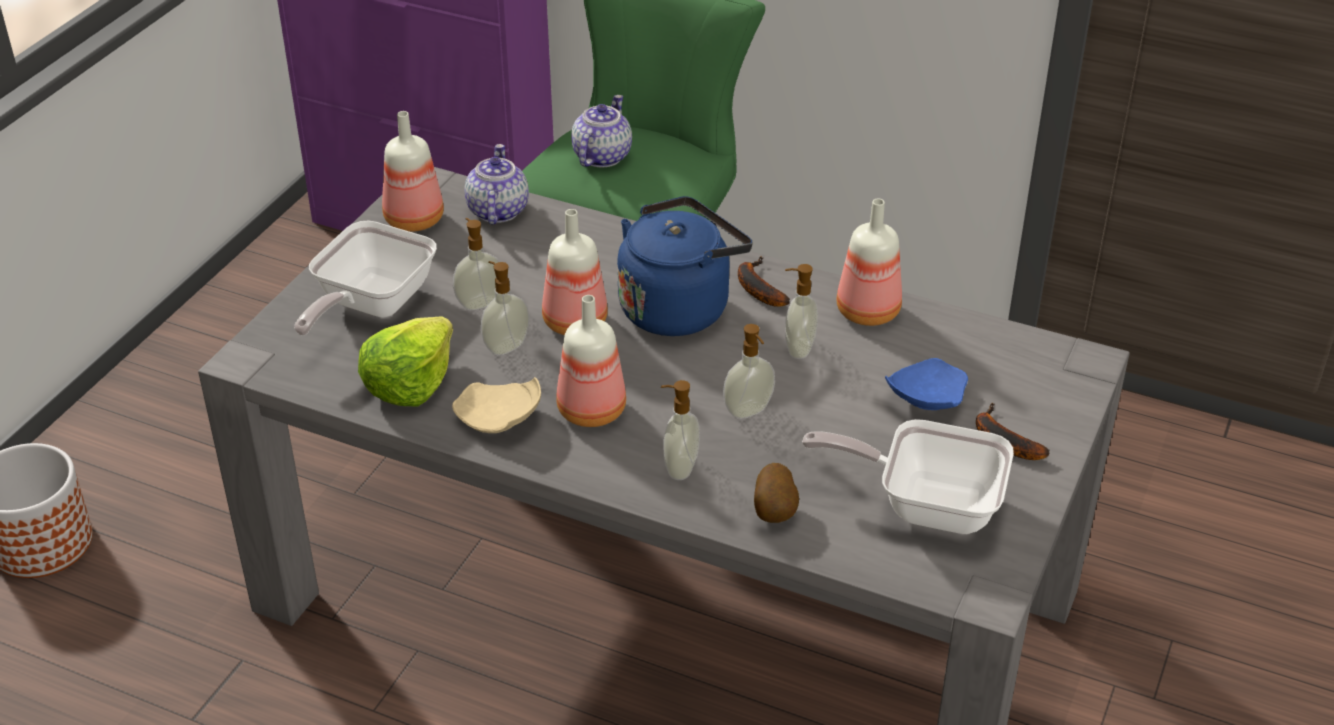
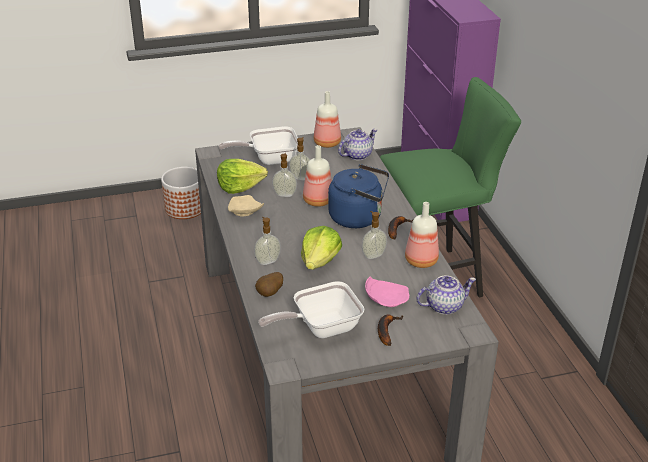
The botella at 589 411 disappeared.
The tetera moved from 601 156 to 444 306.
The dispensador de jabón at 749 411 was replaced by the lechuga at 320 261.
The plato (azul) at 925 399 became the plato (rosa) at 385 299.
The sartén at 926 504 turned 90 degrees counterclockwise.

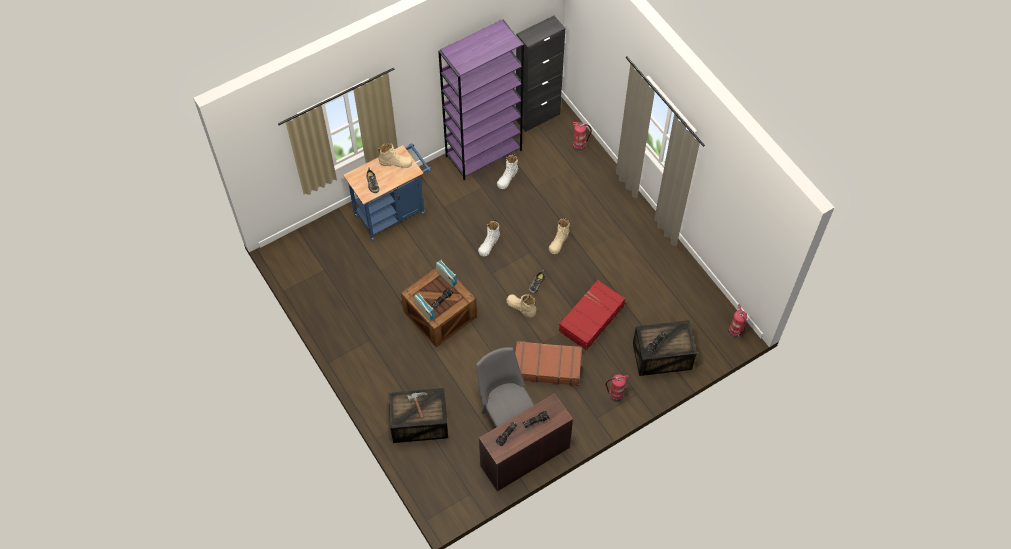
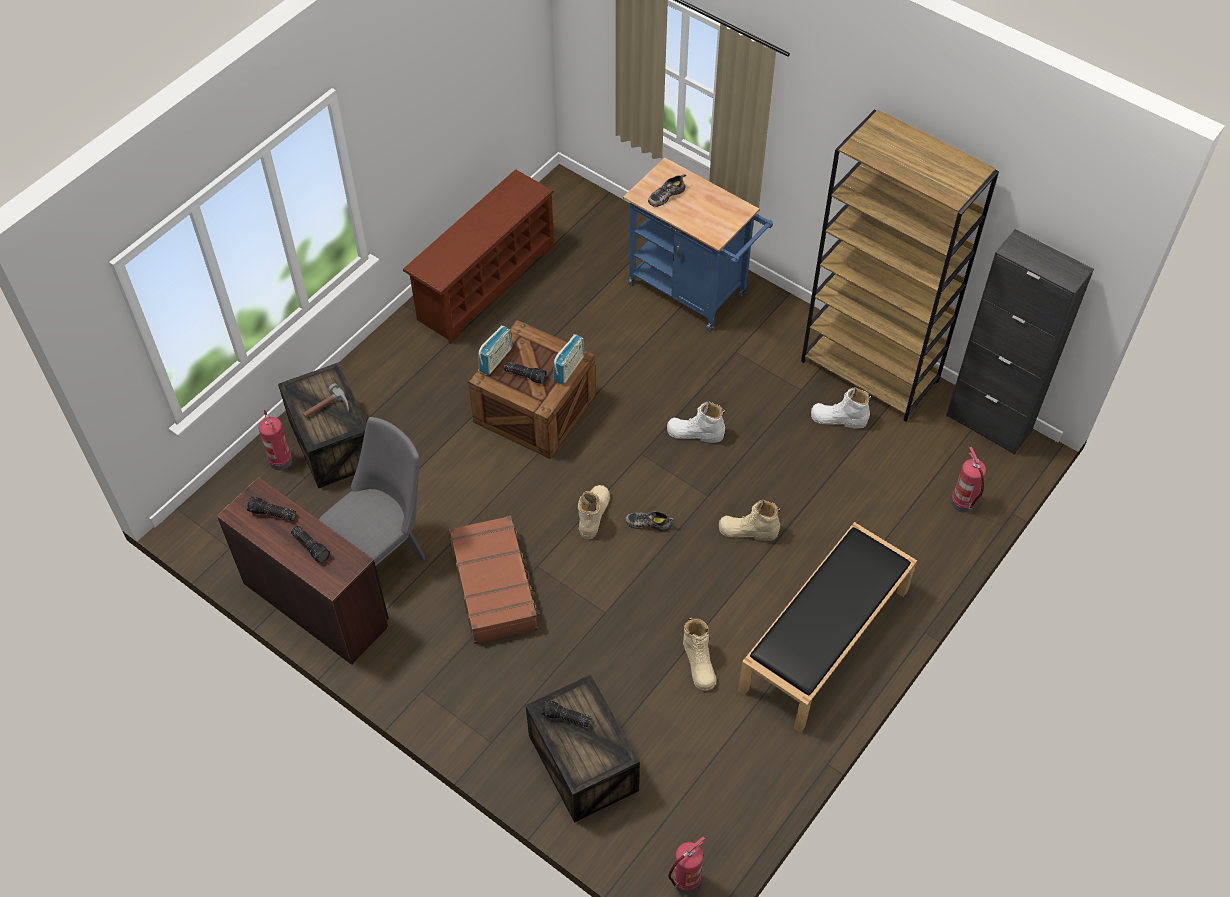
The maleta (rojo) at 590 318 disappeared.
The zapatero (marrón) at 485 282 appeared.
The banco (negro) at 824 641 appeared.
The bota (beis) moved from 396 162 to 699 663.
The extintor moved from 615 396 to 280 460.
The estantería (morado) at 484 152 became the estantería (marrón) at 870 371.

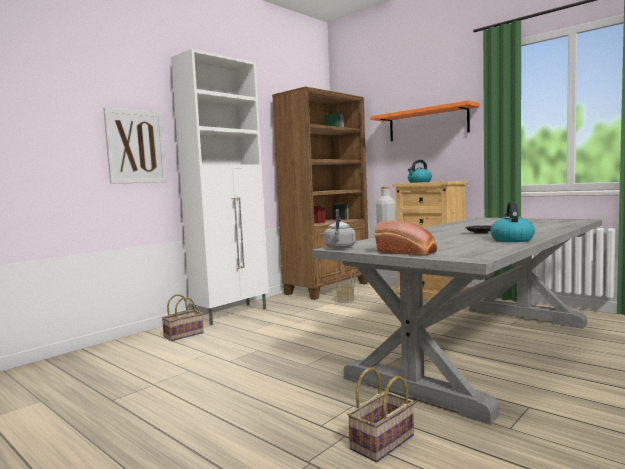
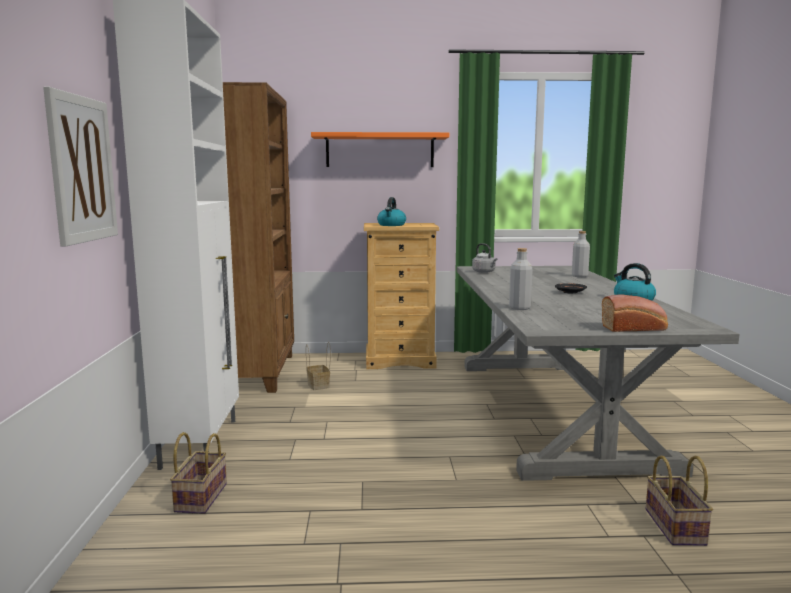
The botella (gris) at 579 276 appeared.
The hervidor (gris) moved from 340 248 to 484 272.

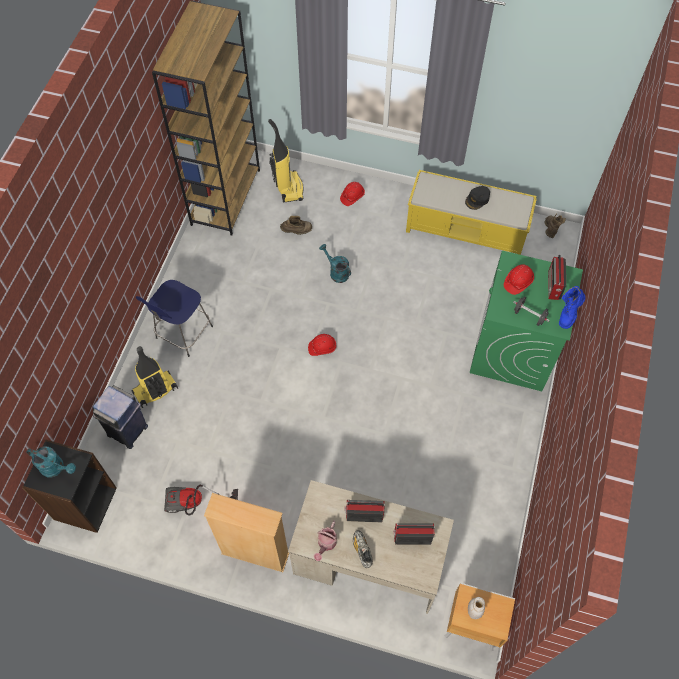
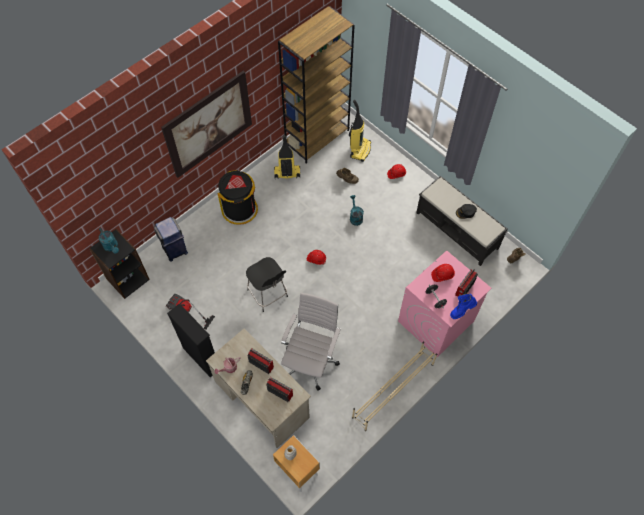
The cuadro at 208 124 appeared.
The taburete (negro) at 268 294 appeared.
The silla de oficina (blanco) at 311 361 appeared.
The zapatero (beis) at 392 390 appeared.
The aspiradora moved from 155 391 to 287 174.
The taburete (azul) at 183 333 was replaced by the papelera (negro) at 240 209.
The estantería (beis) at 255 553 became the estantería (negro) at 201 358.
The banco (amarillo) at 467 230 became the banco (negro) at 457 230.
The lavadora (verde) at 512 350 became the lavadora (rosa) at 436 321.

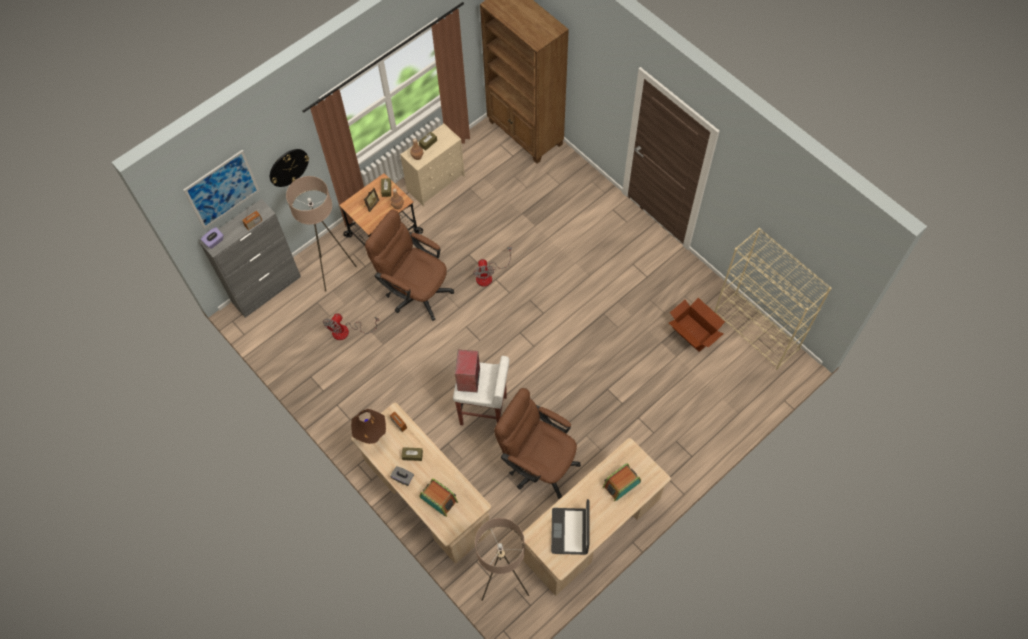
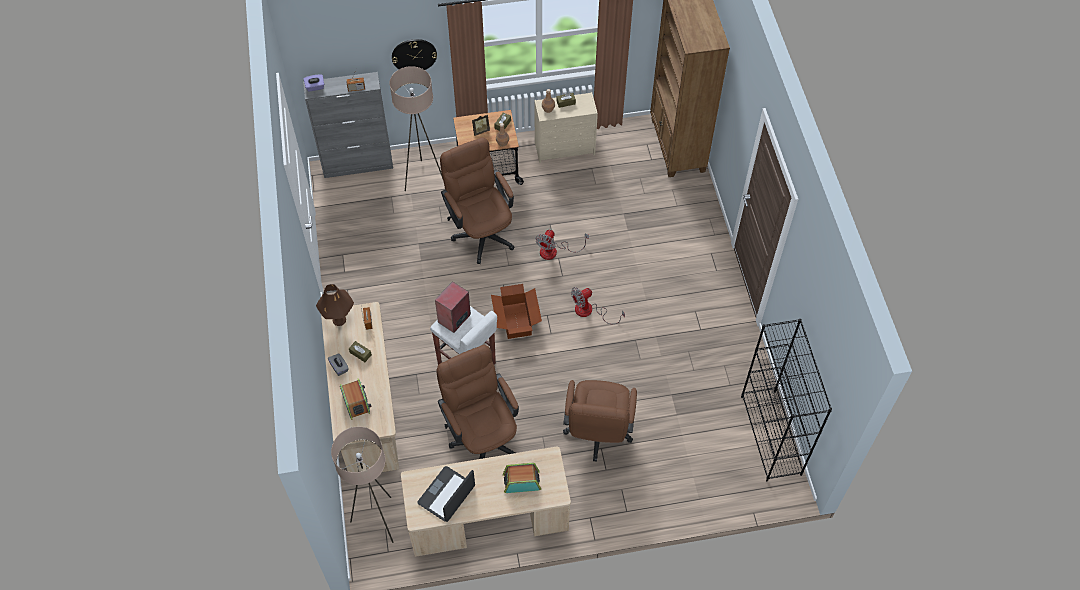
The cuadro at 222 189 disappeared.
The silla de oficina (marrón) at 597 434 appeared.
The ventilador moved from 347 331 to 590 311.
The caja de cartón moved from 693 332 to 517 320.
The estantería (beis) at 756 332 became the estantería (negro) at 771 435.

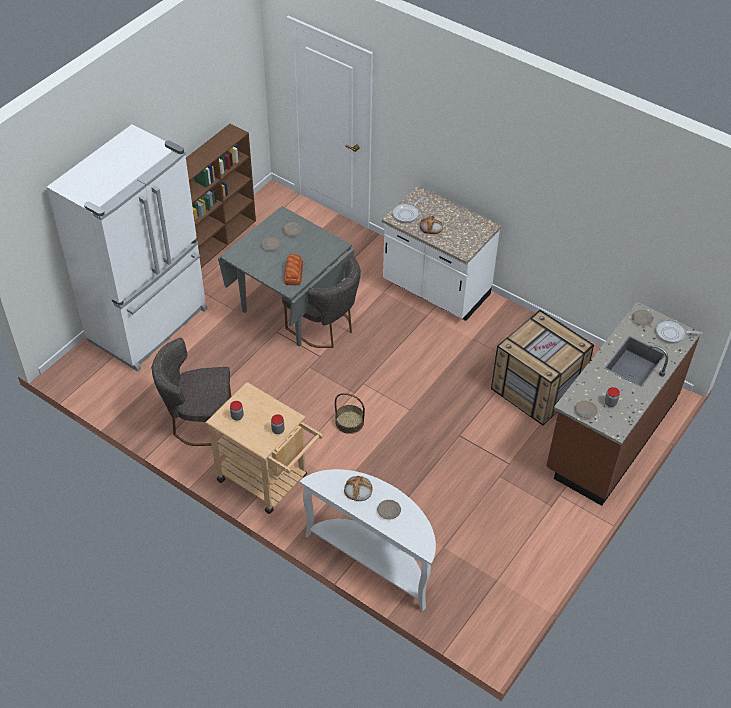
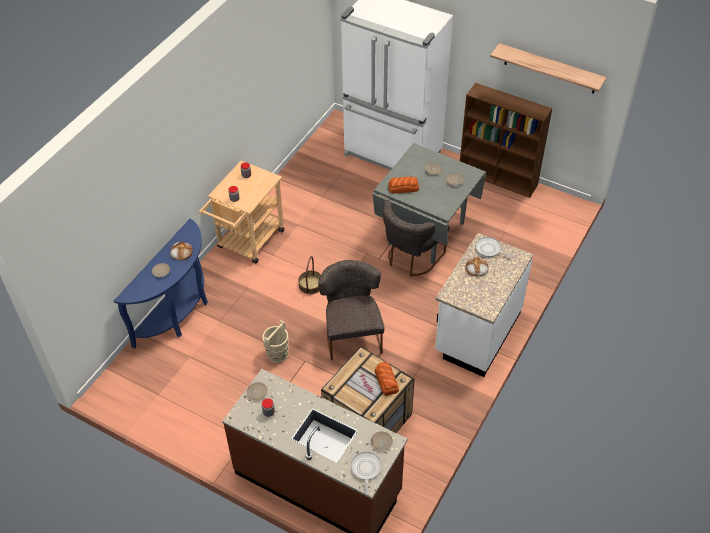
The cubo (beis) at 277 354 appeared.
The pan at 386 380 appeared.
The estante at 550 69 appeared.
The silla (gris) moved from 199 422 to 352 335.
The mesa consola (blanco) at 374 559 became the mesa consola (azul) at 178 313.

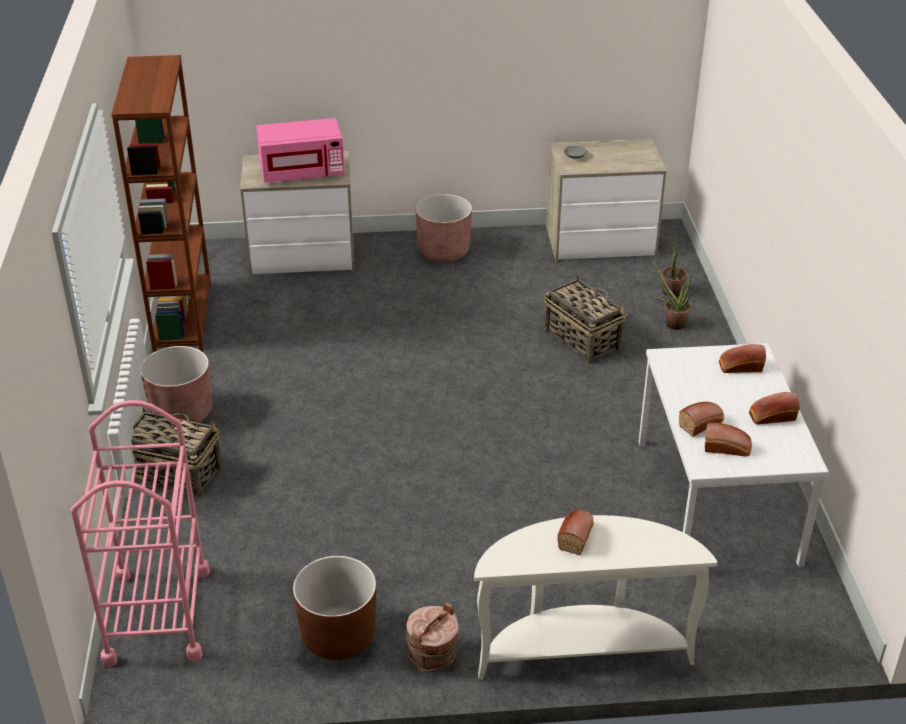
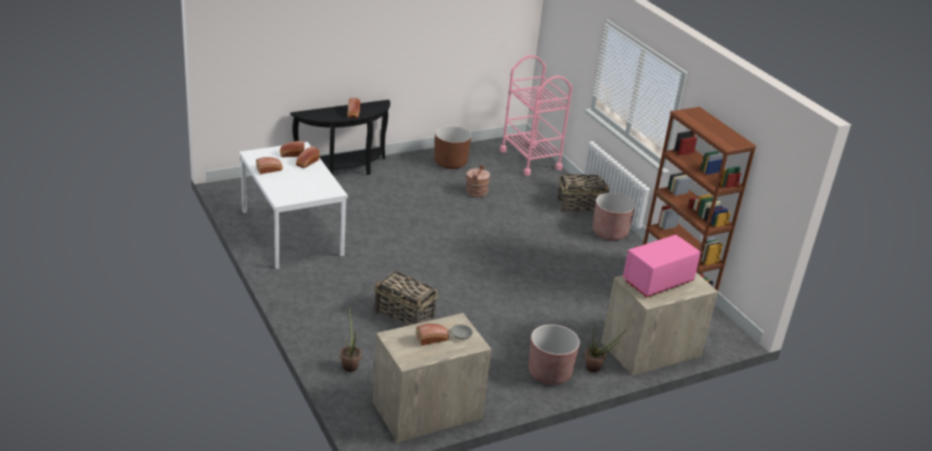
The cubo (marrón) moved from 433 656 to 476 192.
The planta en maceta moved from 671 323 to 596 368.
The pan moved from 739 367 to 432 339.
The mesa consola (blanco) at 582 649 became the mesa consola (negro) at 344 171.

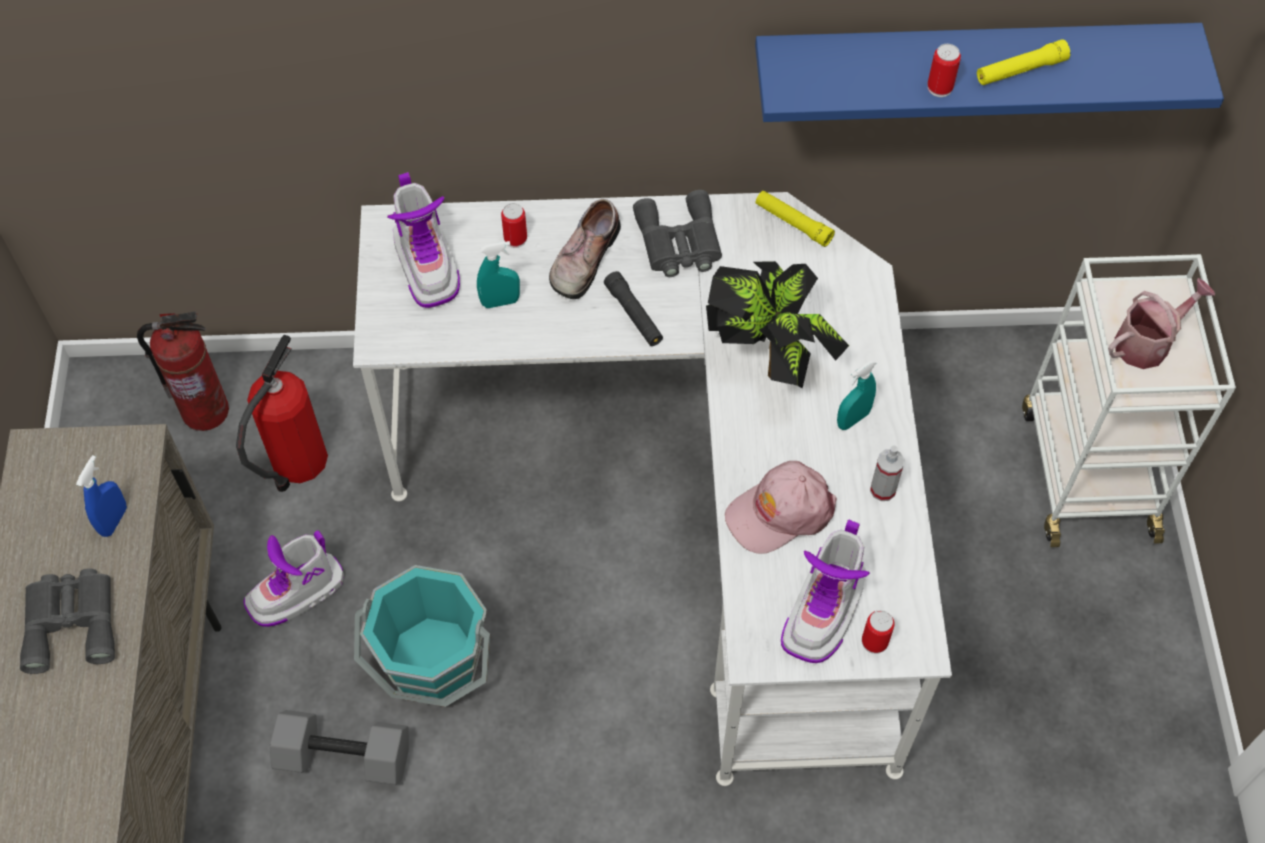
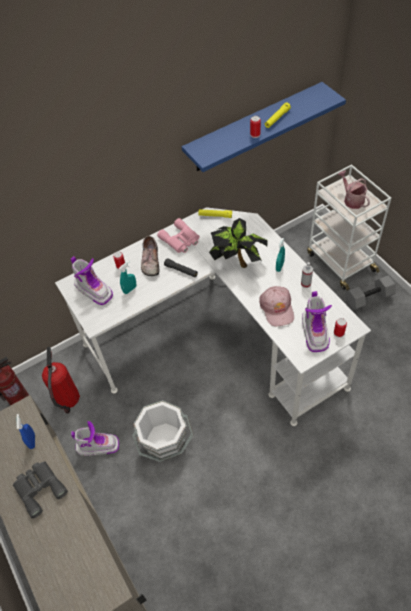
The mancuerna (gris) moved from 342 758 to 368 299.
The cubo (turquesa) at 433 661 became the cubo (blanco) at 165 441.
The prismáticos (gris) at 679 243 became the prismáticos (rosa) at 180 240.
The bota at 297 593 turned 120 degrees counterclockwise.
The gorra (rosa) at 779 512 turned 45 degrees counterclockwise.
The regadera at 1148 342 turned 60 degrees counterclockwise.

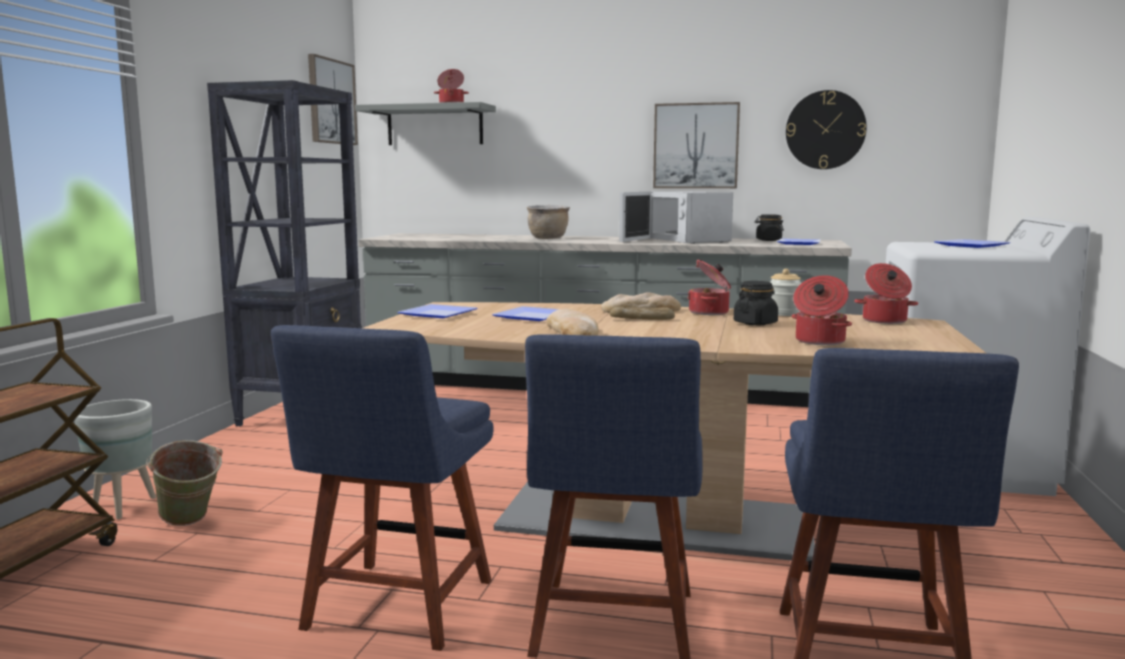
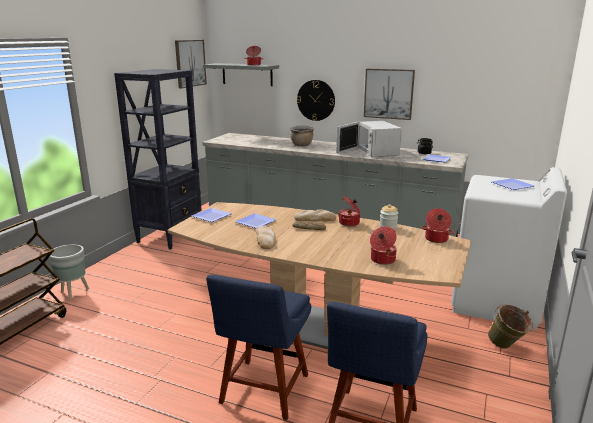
The silla (azul) at 395 609 disappeared.
The tarro (negro) at 755 323 disappeared.
The cubo (verde) moved from 188 523 to 506 347.
The reloj de pared moved from 825 130 to 316 100.

